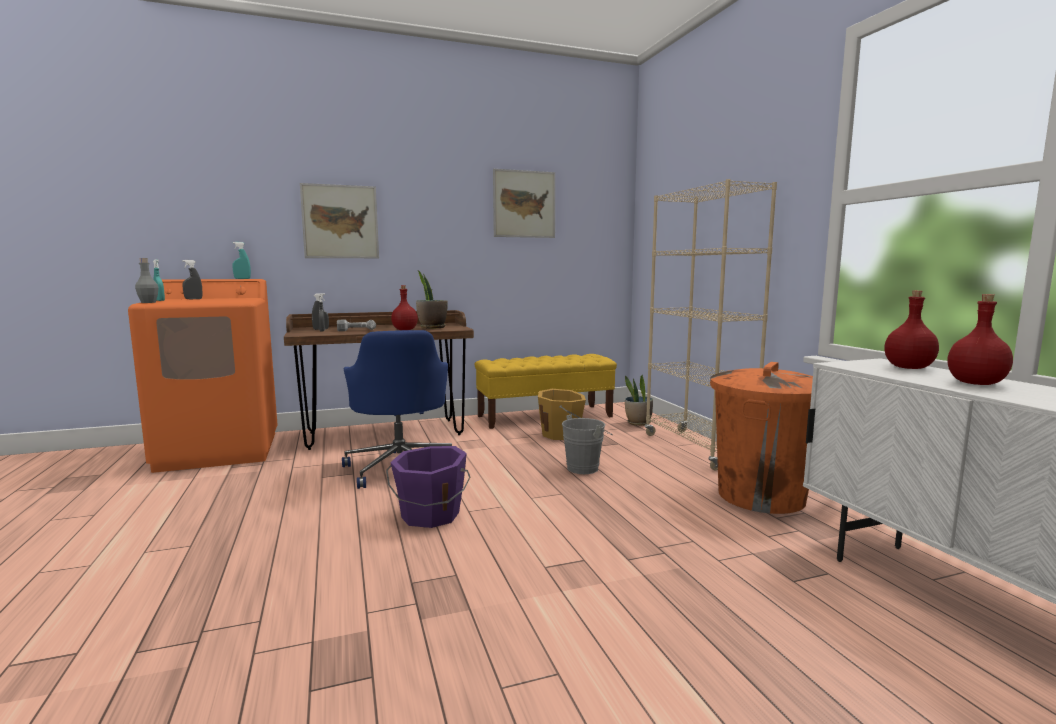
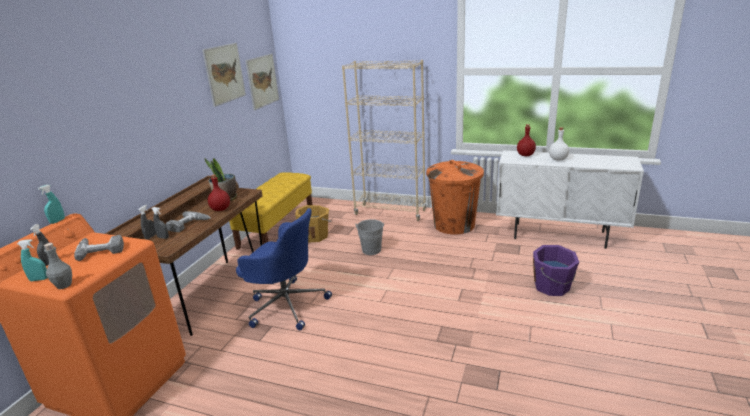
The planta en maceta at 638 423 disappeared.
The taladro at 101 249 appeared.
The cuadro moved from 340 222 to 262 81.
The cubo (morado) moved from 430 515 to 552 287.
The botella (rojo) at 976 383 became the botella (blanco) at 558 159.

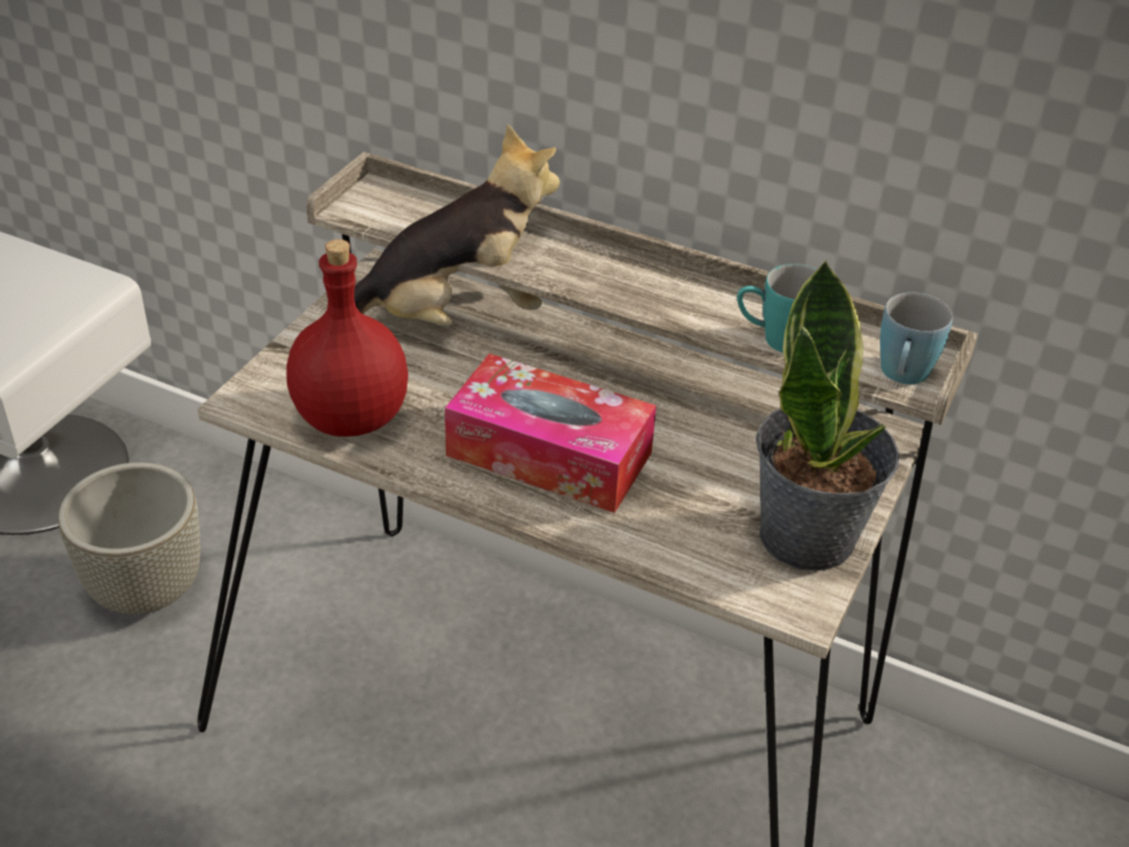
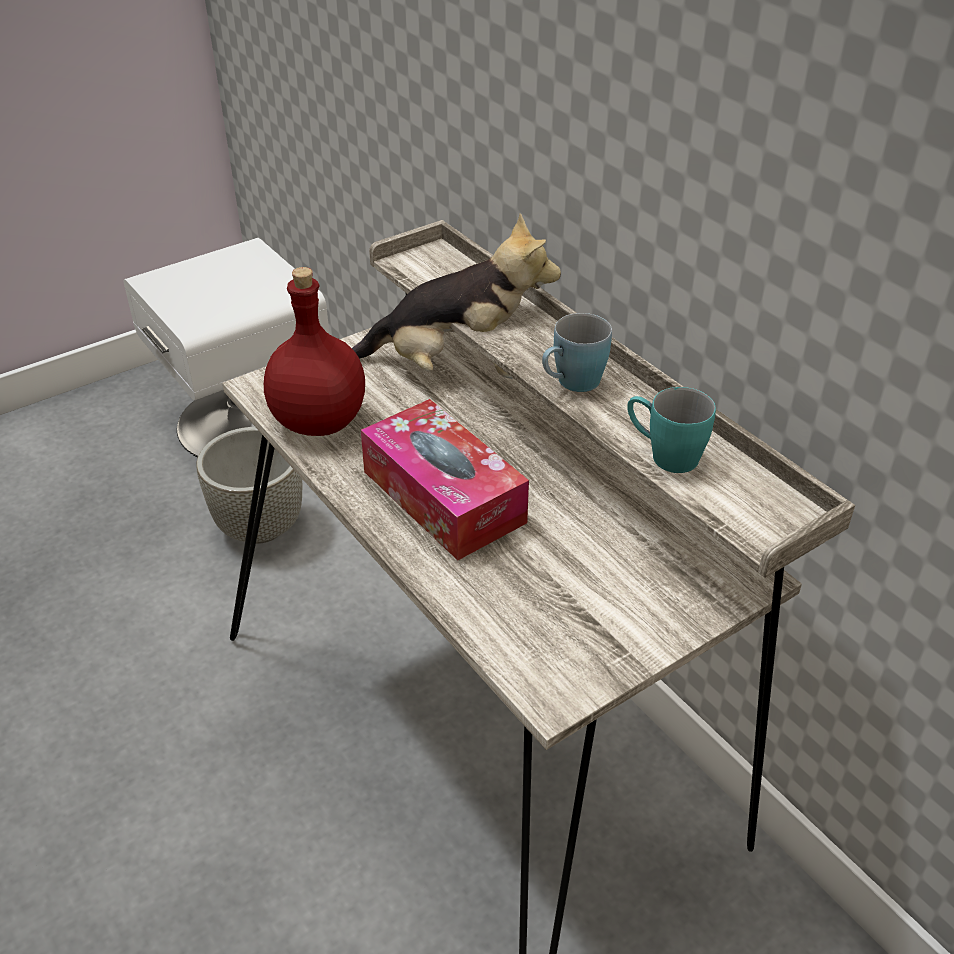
The planta en maceta at 809 536 disappeared.
The taza grande (azul) moved from 902 377 to 571 384.

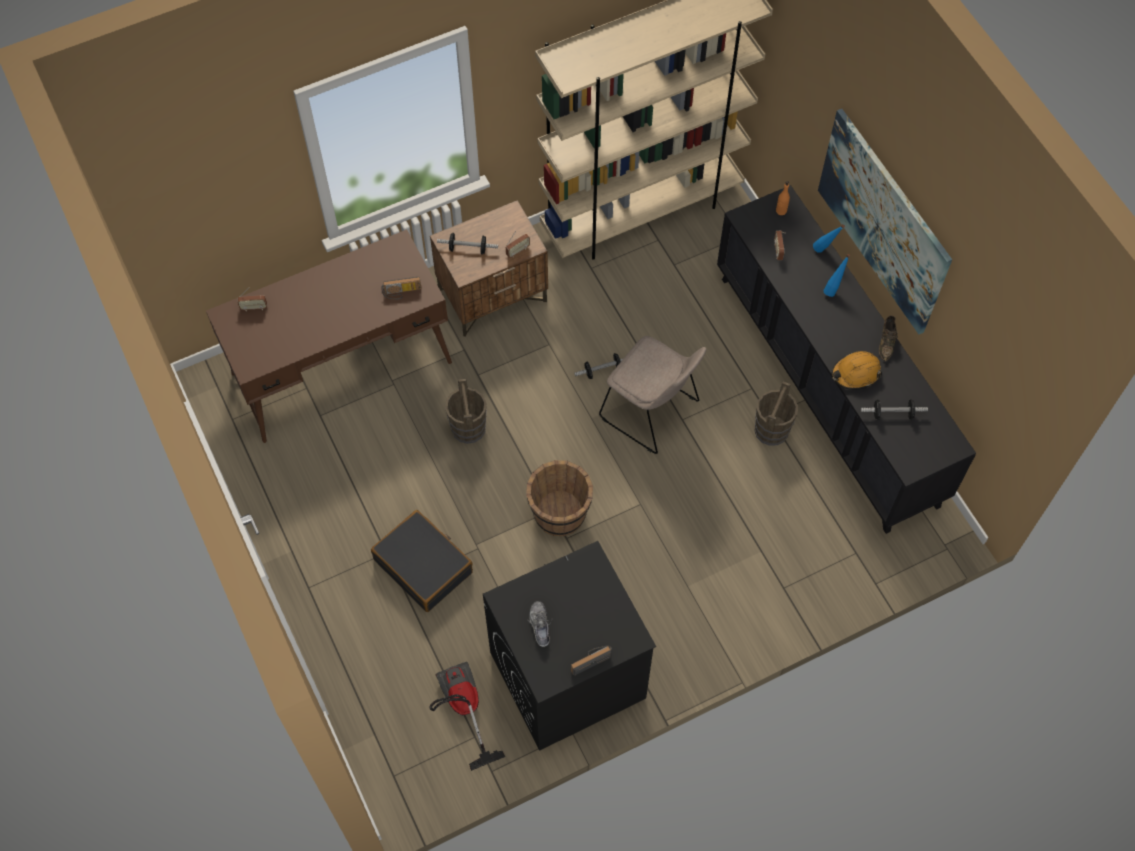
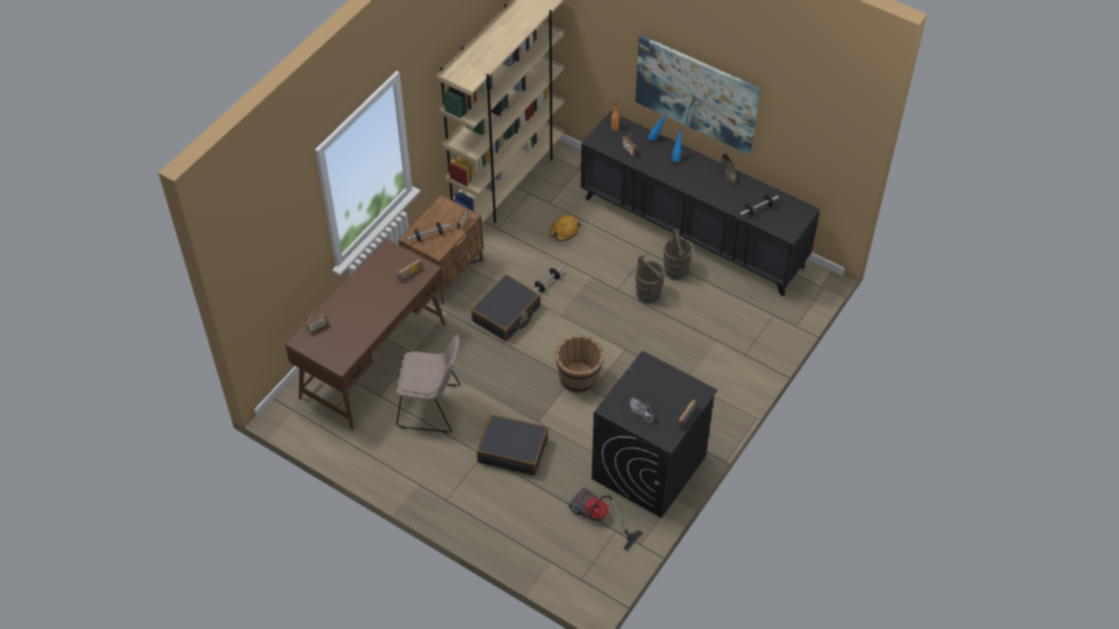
The maleta (negro) at 506 314 appeared.
The cubo (marrón) moved from 468 428 to 648 294.
The silla (beis) moved from 652 412 to 432 407.
The casco (naranja) moved from 855 373 to 564 231.

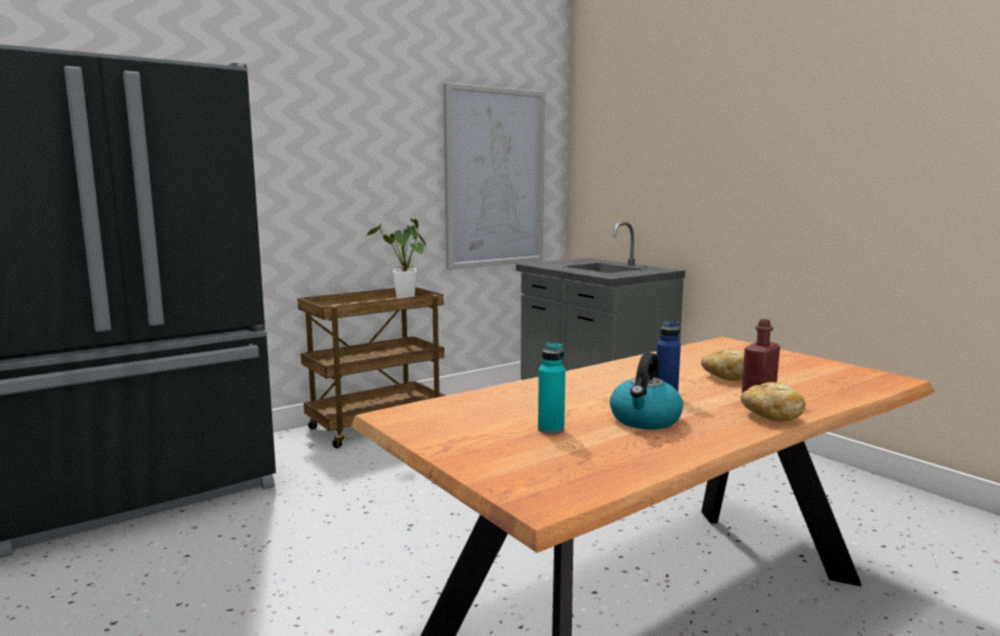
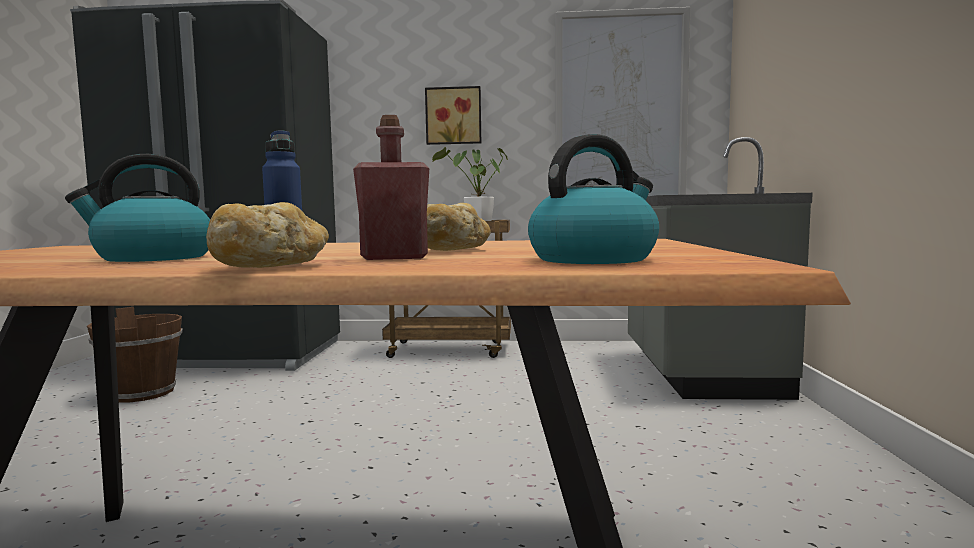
The botella (turquesa) at 551 429 disappeared.
The cubo (marrón) at 143 393 appeared.
The cuadro at 453 116 appeared.
The hervidor at 593 259 appeared.

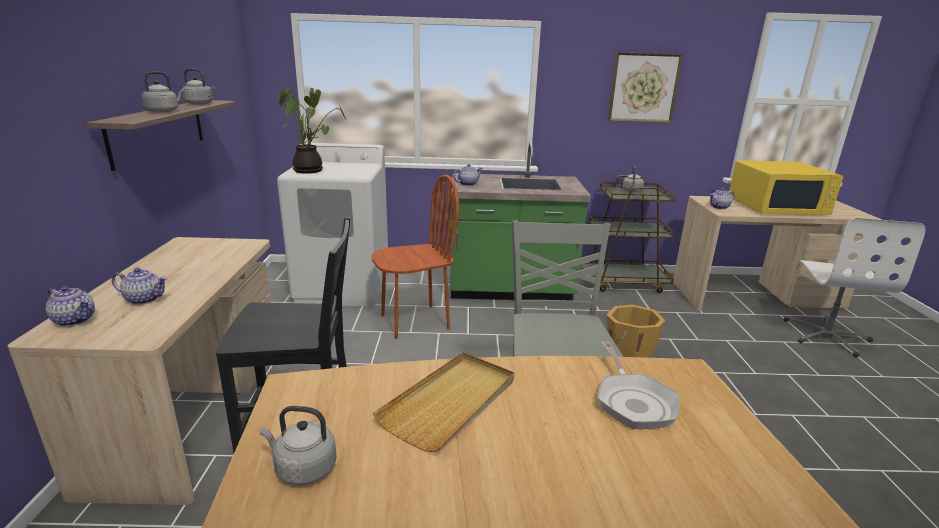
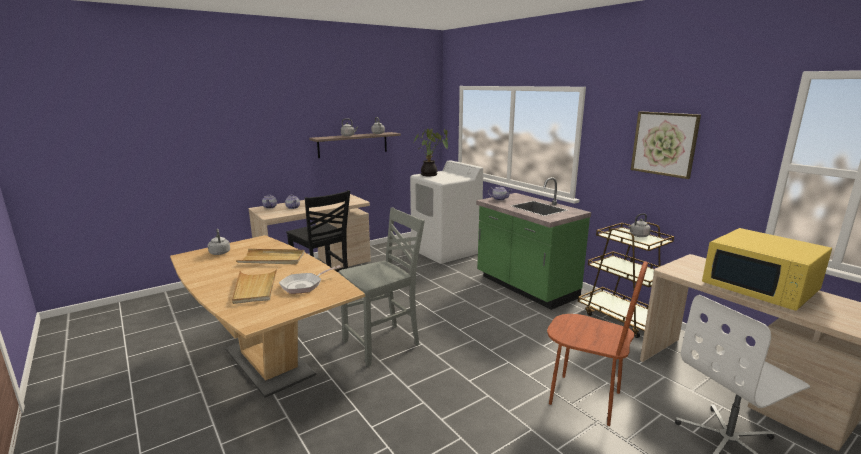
The cubo (naranja) at 628 354 disappeared.
The tetera at 719 207 disappeared.
The bandeja (beis) at 255 288 appeared.
The silla (marrón) moved from 414 321 to 584 398.

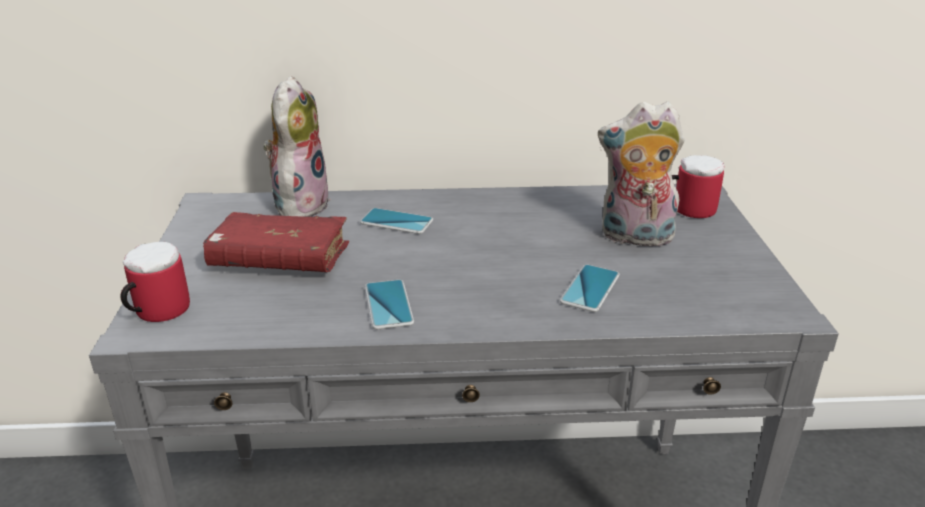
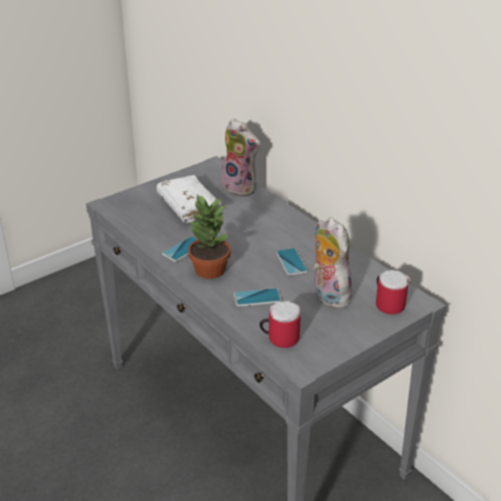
The planta en maceta at 209 269 appeared.
The taza grande moved from 156 312 to 279 338.
The móvil moved from 396 222 to 291 262.
The libro (rojo) at 280 259 became the libro (blanco) at 188 207.
The peluche at 300 204 turned 60 degrees clockwise.

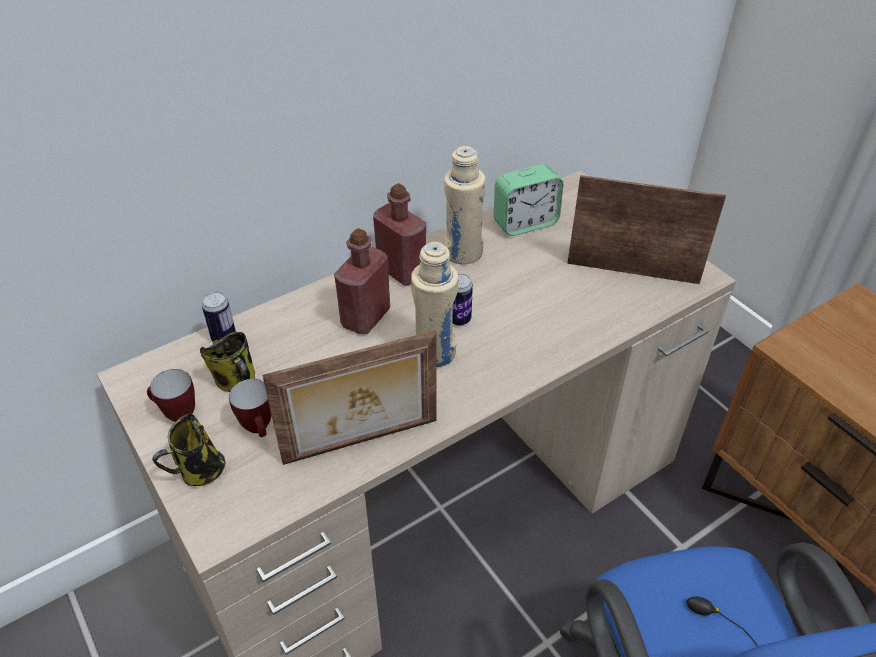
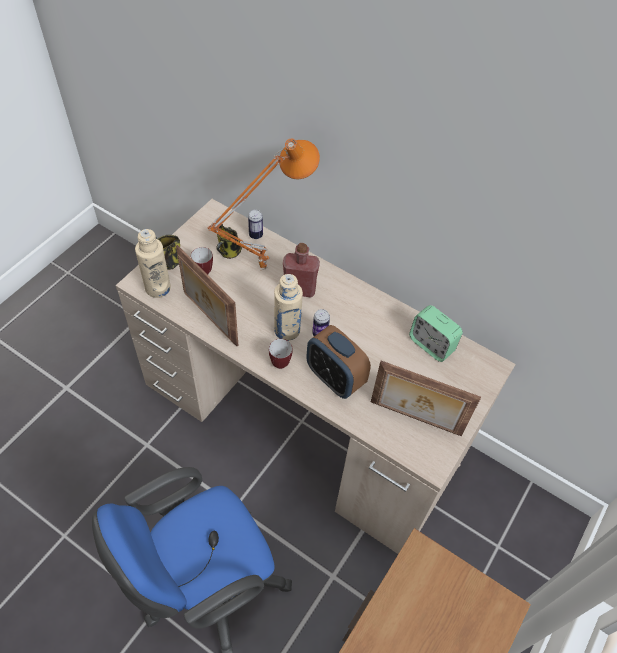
The botella (rojo) at 401 271 disappeared.
The lámpara de mesa (naranja) at 262 267 appeared.
The despertador at 334 378 appeared.
The taza grande moved from 176 414 to 279 361.
The botella (beis) moved from 463 253 to 157 288.
The portarretratos at 632 271 turned 120 degrees clockwise.

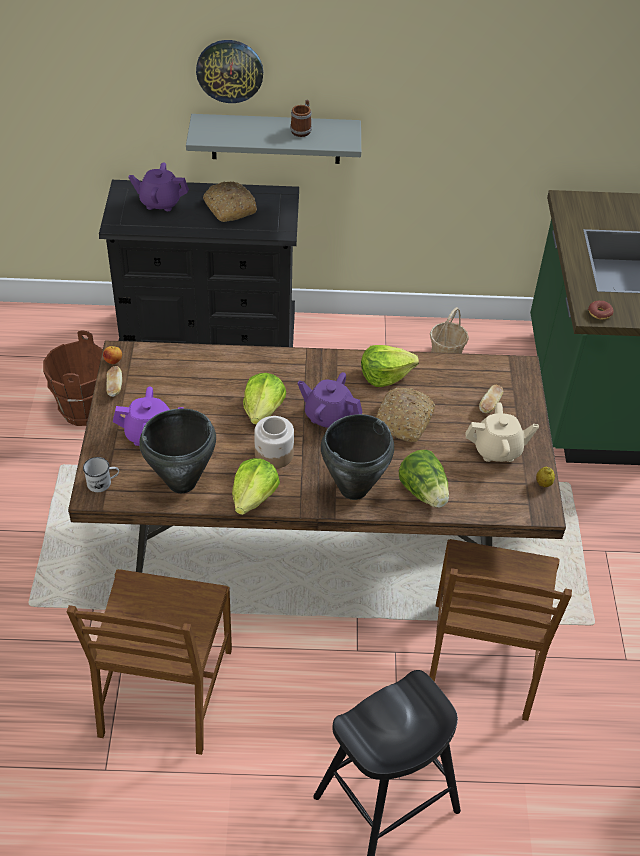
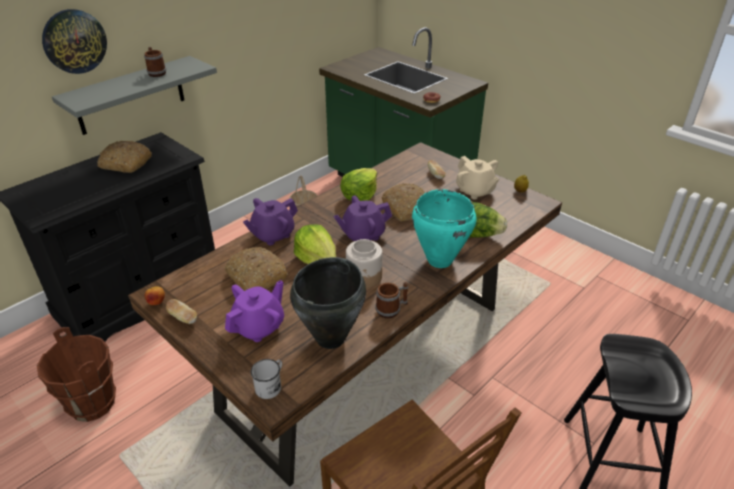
The silla (marrón) at 482 661 disappeared.
The pan at 255 276 appeared.
The tetera (morado) moved from 160 202 to 272 235.
The lechuga at 254 497 was replaced by the taza grande at 392 309.
The olla (negro) at 353 489 became the olla (turquesa) at 439 260.
The tetera (beis) at 497 450 turned 105 degrees clockwise.

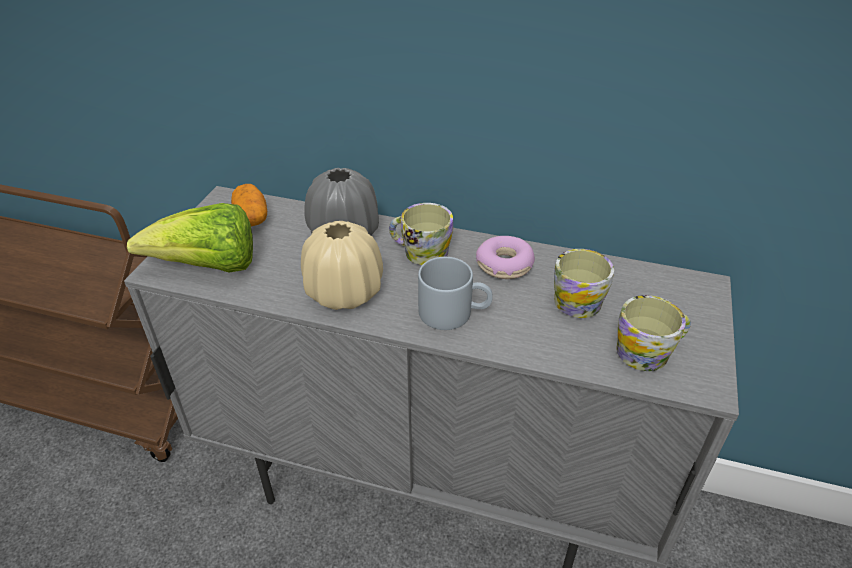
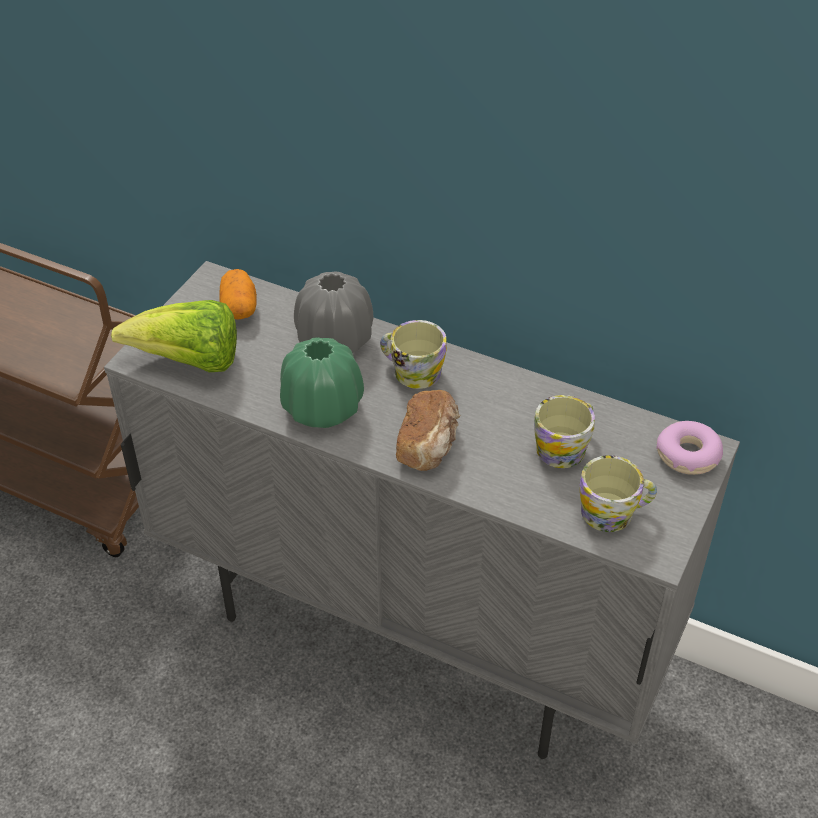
The rosquilla moved from 504 265 to 688 455.
The taza grande (gris) at 454 312 was replaced by the pan at 429 444.
The florero (beis) at 344 292 became the florero (verde) at 322 408.

